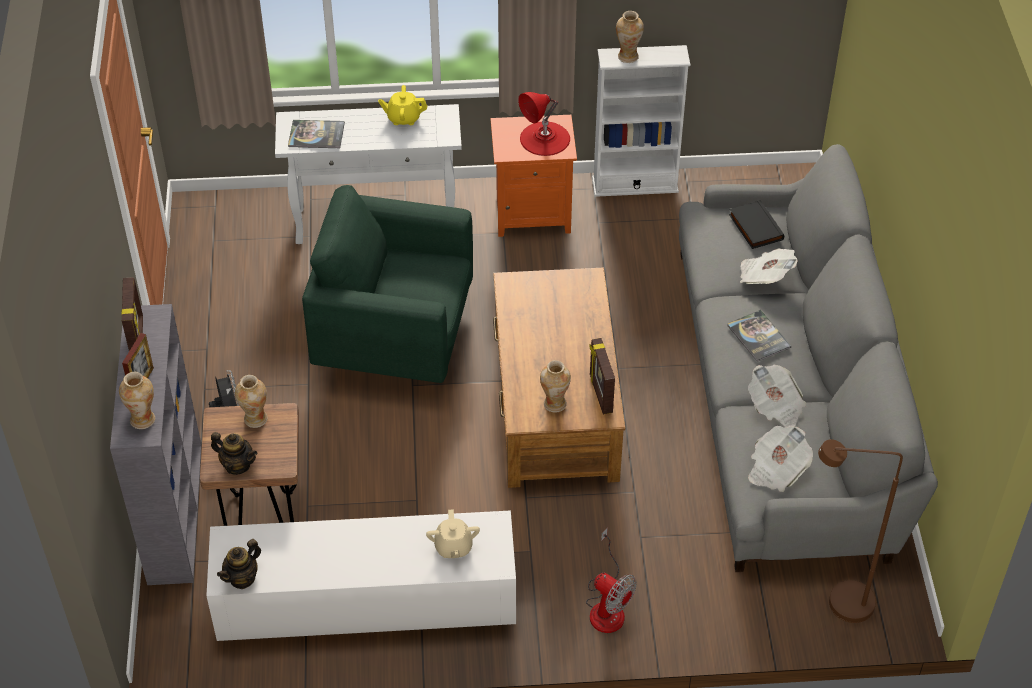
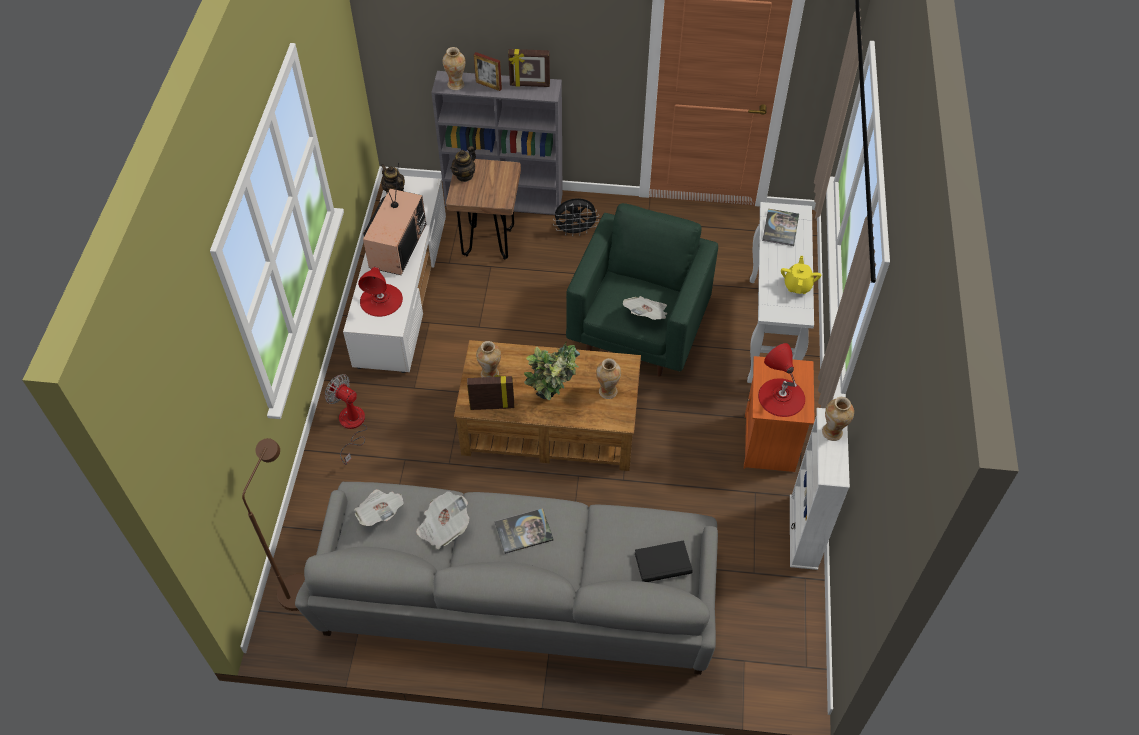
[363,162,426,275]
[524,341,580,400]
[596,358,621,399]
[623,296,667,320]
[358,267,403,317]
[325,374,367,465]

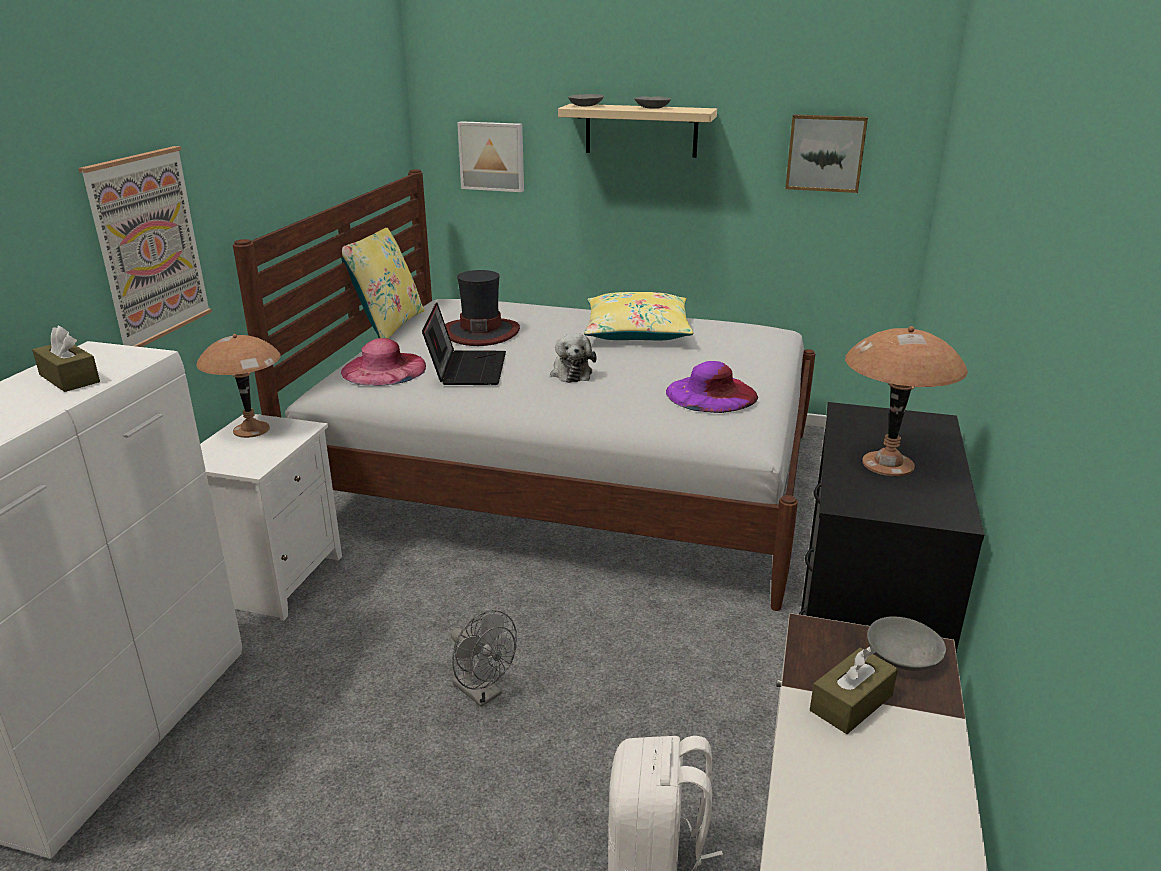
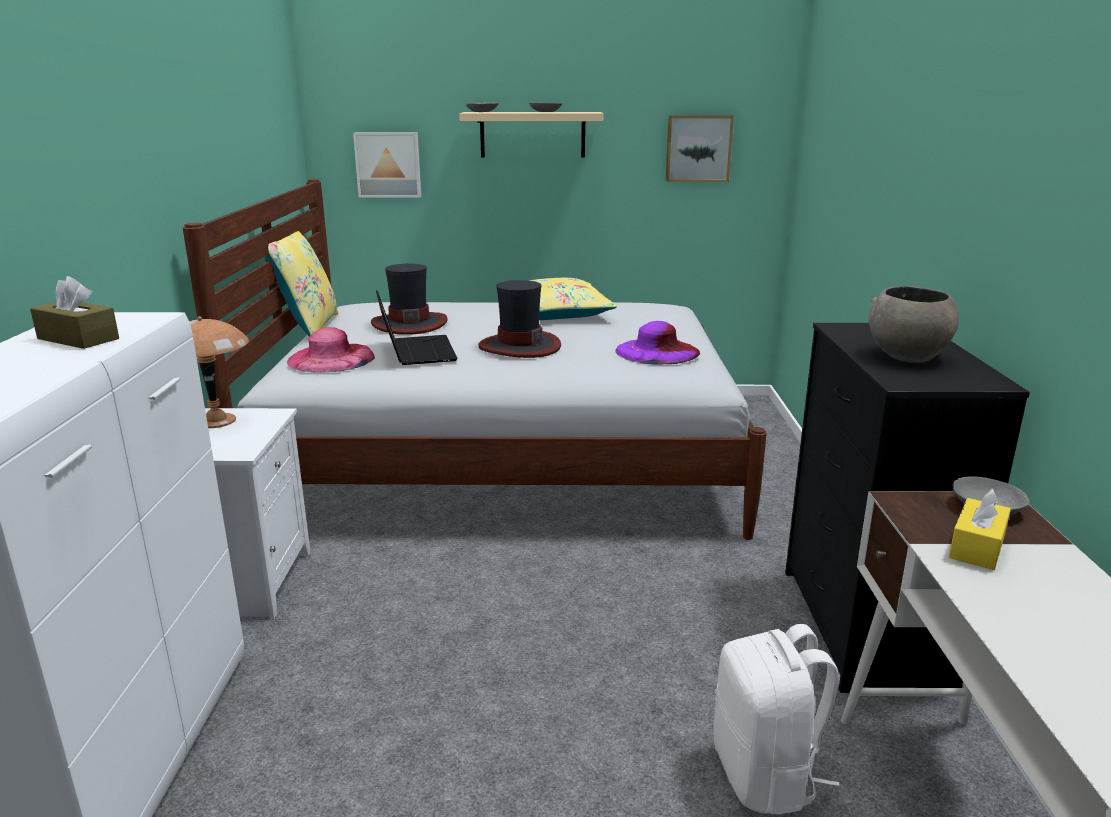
[78,146,212,347] (first image)
[450,610,517,707] (first image)
[478,280,561,358]
[869,286,959,363]
[949,488,1011,570]

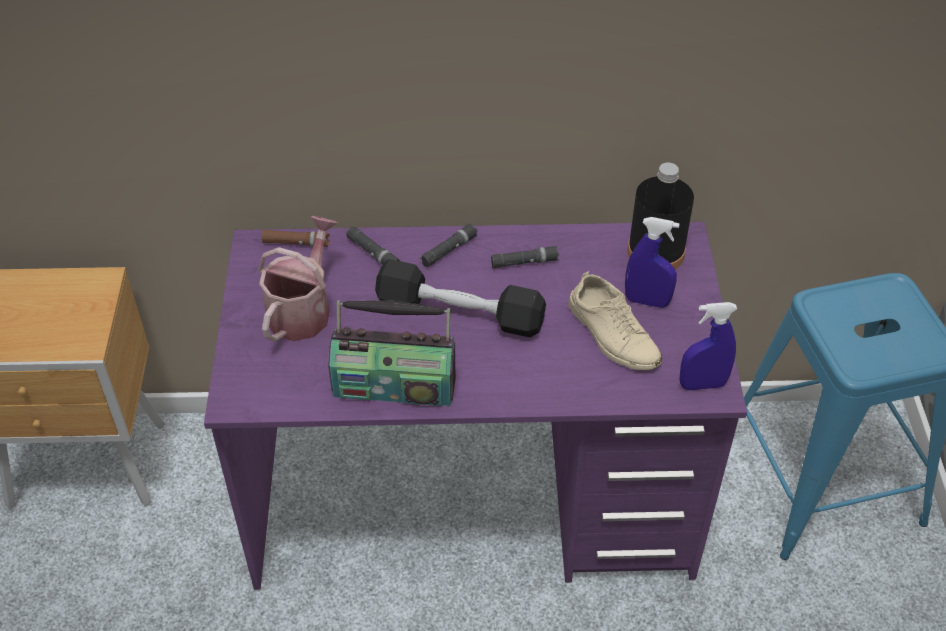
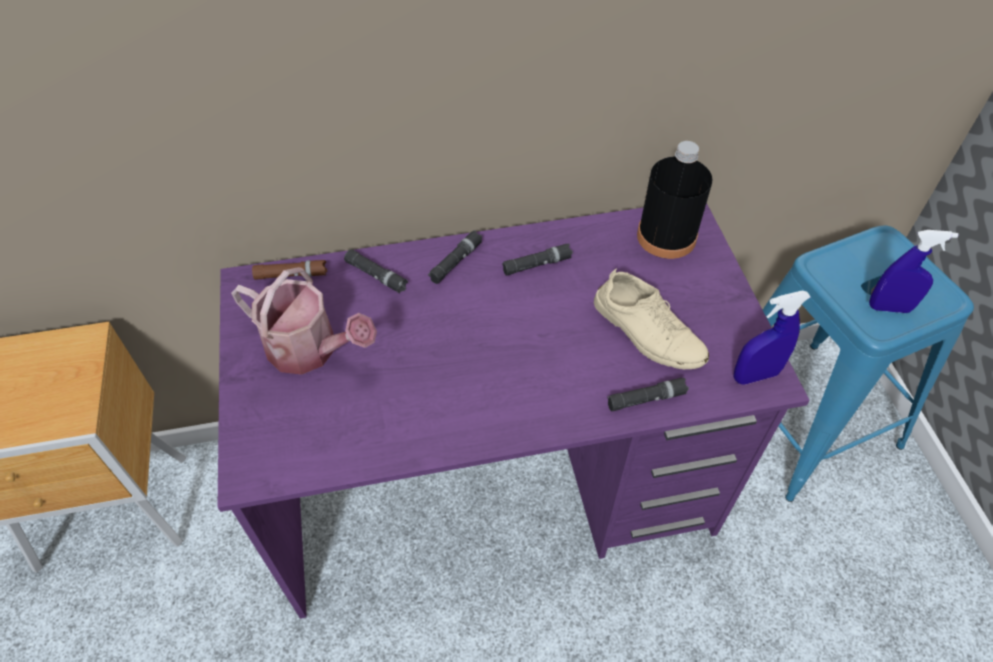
[328,300,456,406] (first image)
[375,259,546,337] (first image)
[607,378,689,411]
[869,230,958,313]
[231,267,377,375]

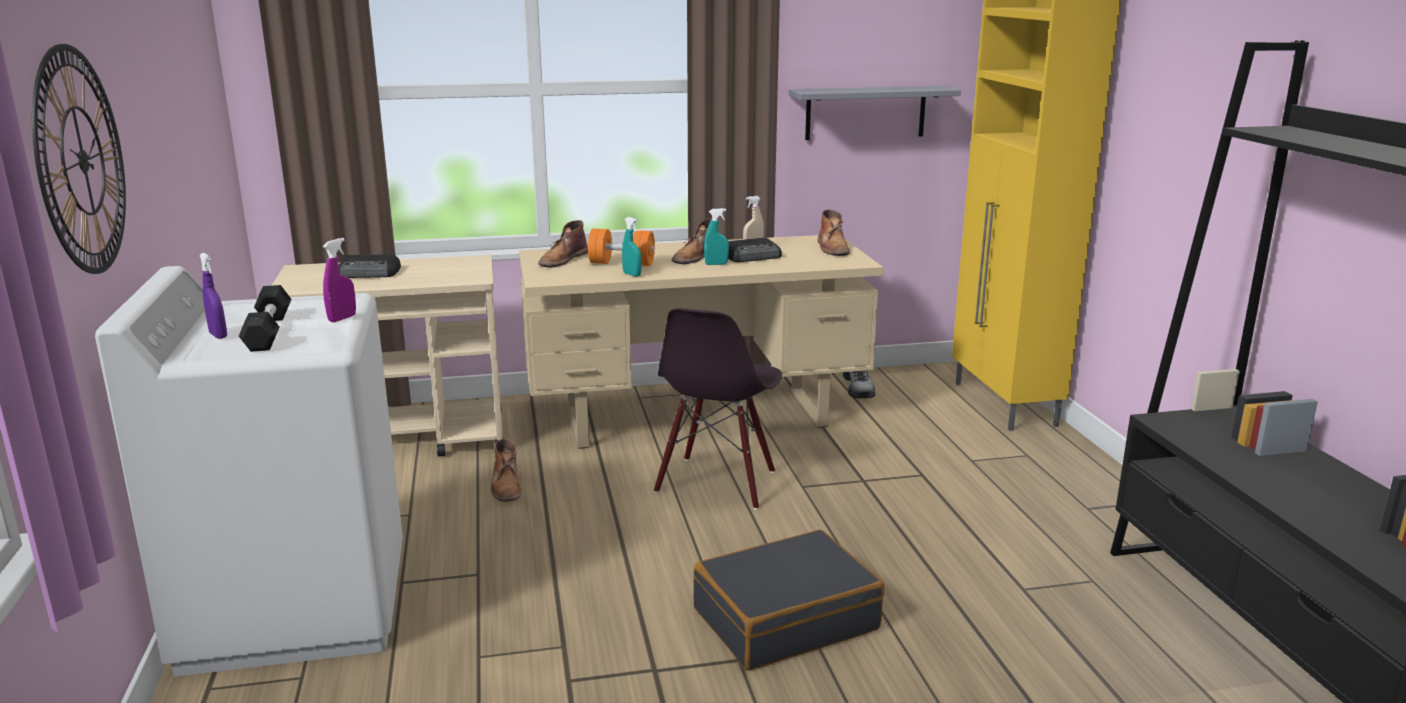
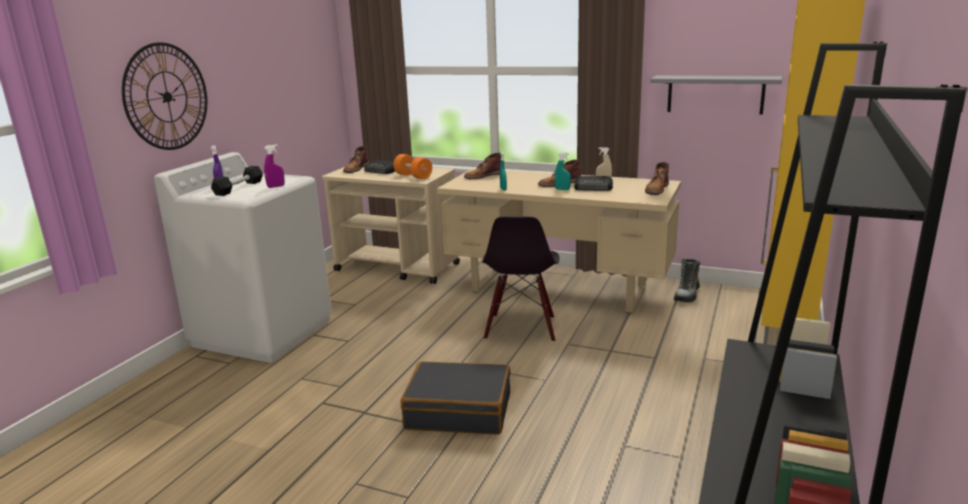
[343,146,370,173]
[393,154,432,179]
[482,216,559,342]

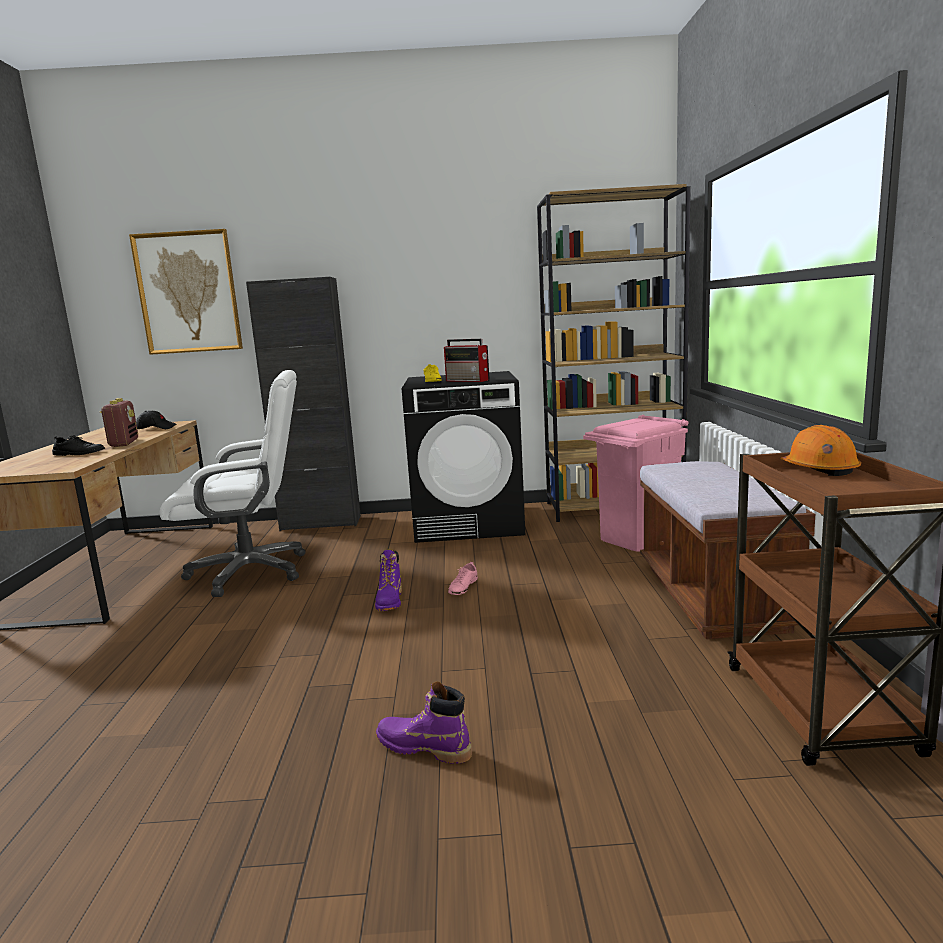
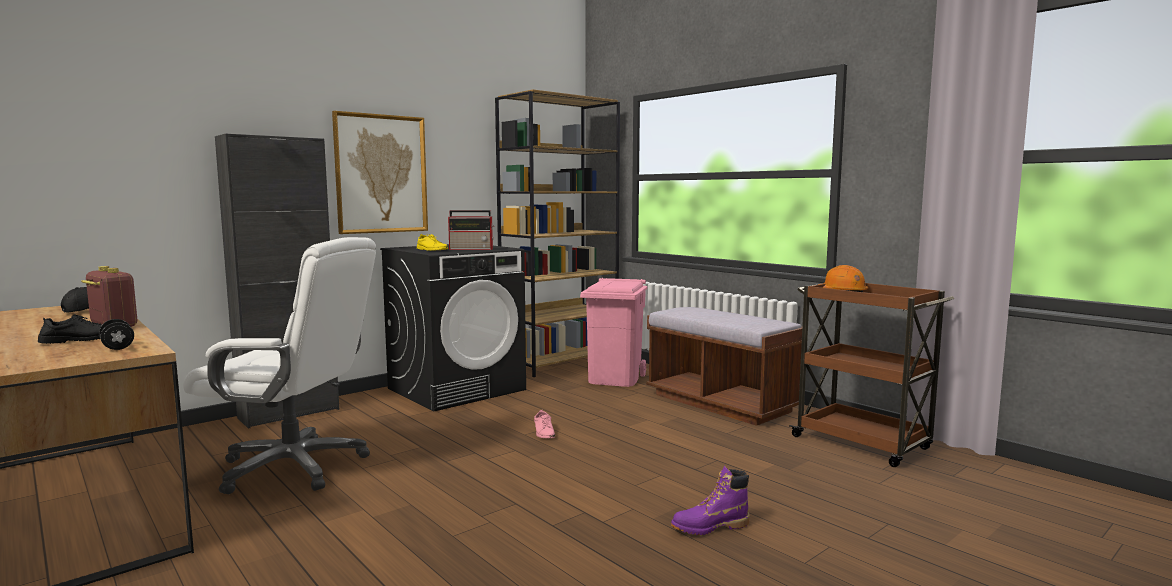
[375,550,402,611] (first image)
[99,319,134,350]
[332,111,428,234]
[183,237,376,494]

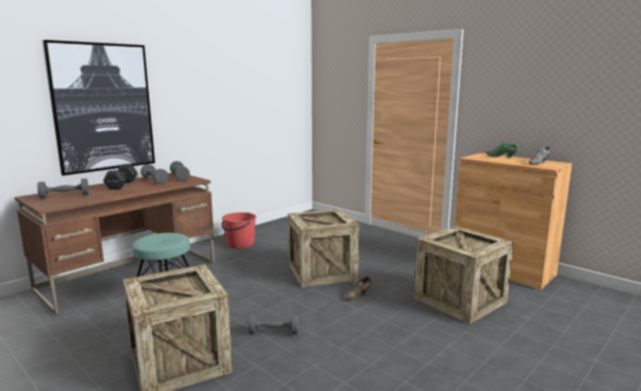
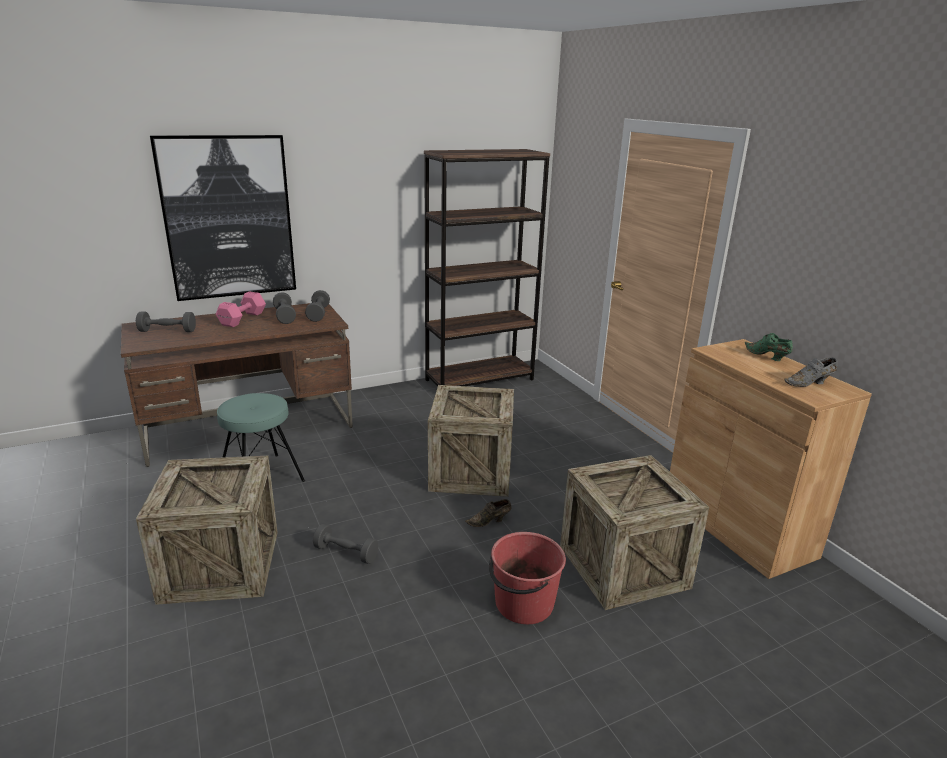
[424,149,550,387]
[489,532,566,624]
[216,292,266,327]

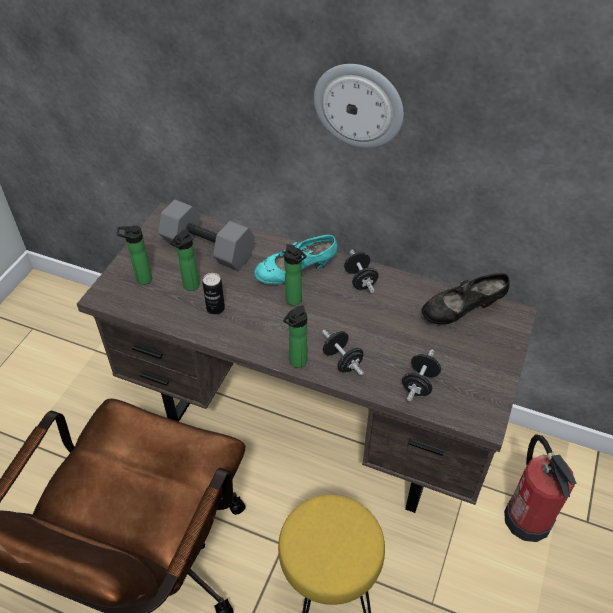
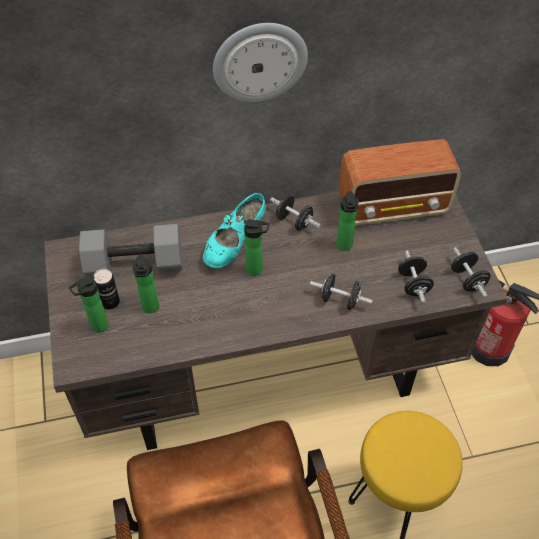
[451,247,491,298]
[94,269,120,310]
[336,191,359,251]
[339,139,461,226]

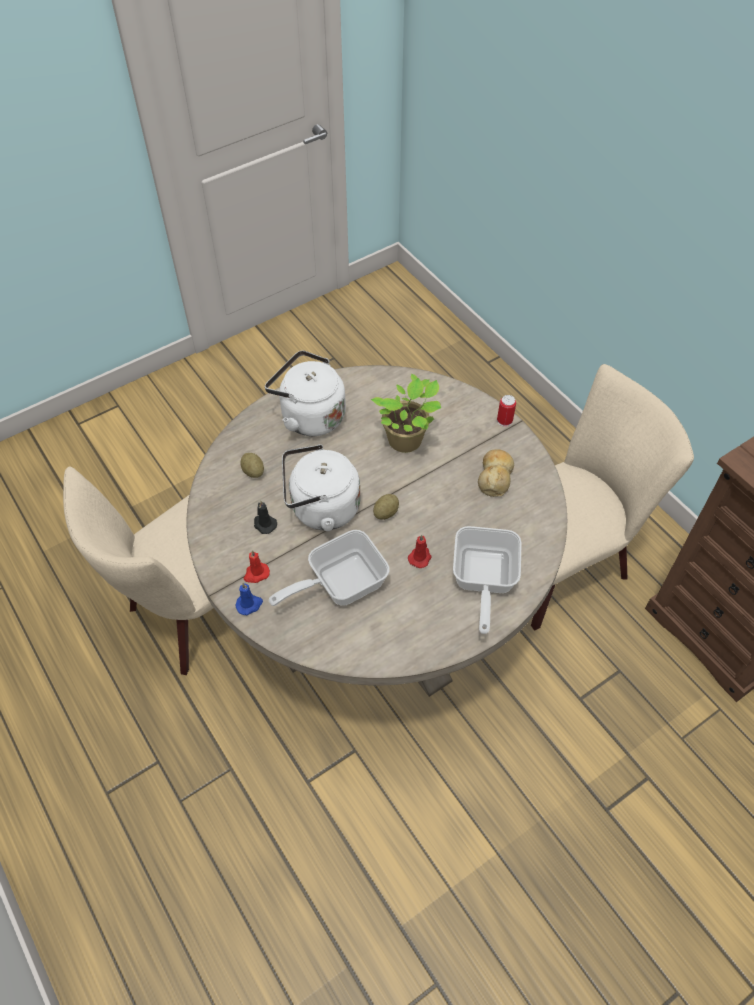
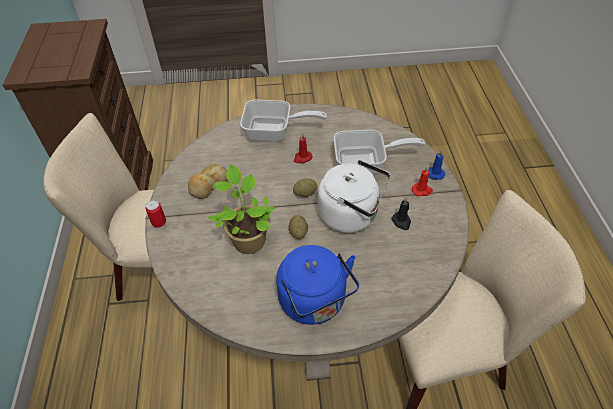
[288,215,308,239]
[276,245,359,325]
[240,99,327,142]

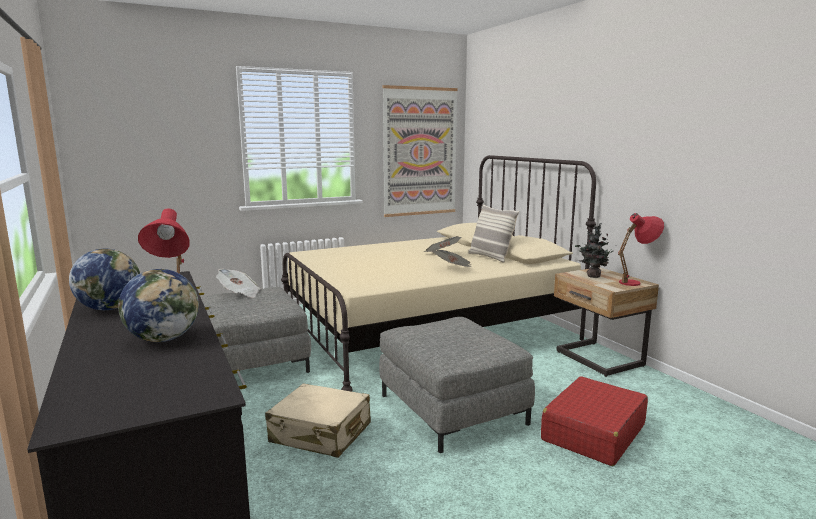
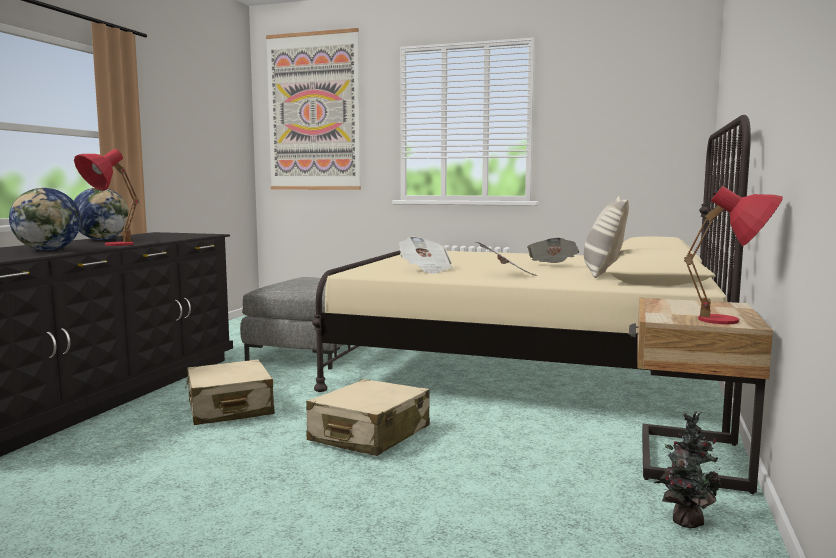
[541,376,648,466] (first image)
[399,236,453,274]
[266,28,361,190]
[654,411,721,528]
[306,379,430,456]

